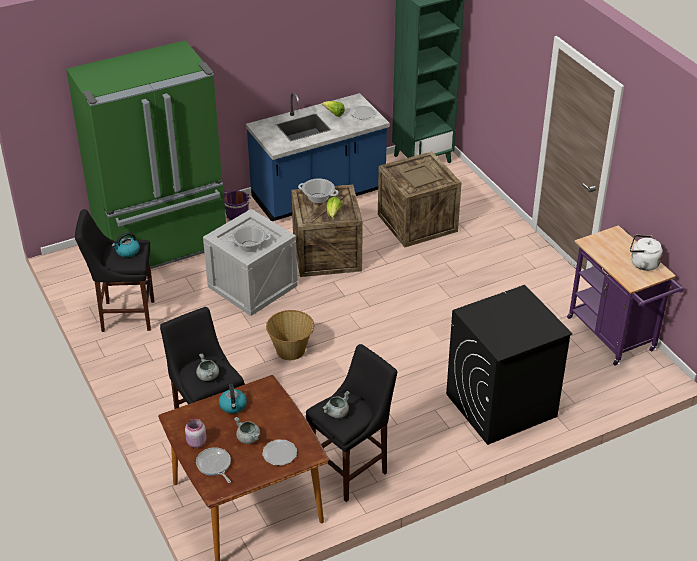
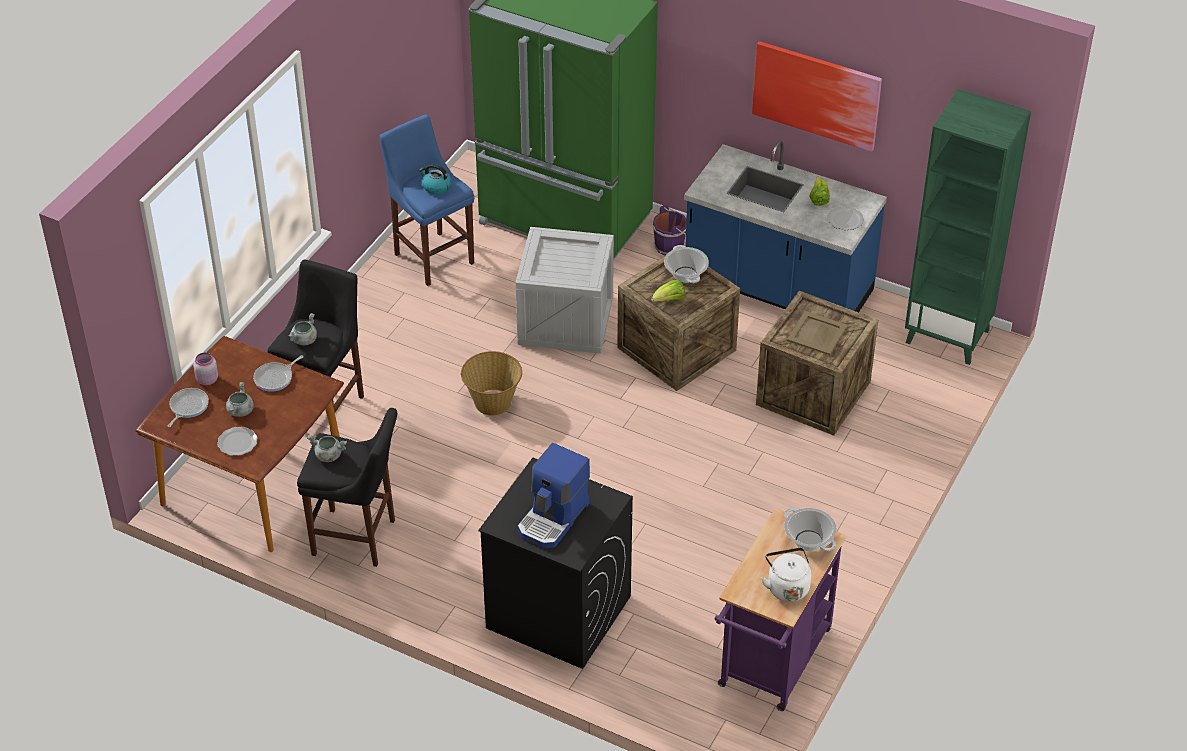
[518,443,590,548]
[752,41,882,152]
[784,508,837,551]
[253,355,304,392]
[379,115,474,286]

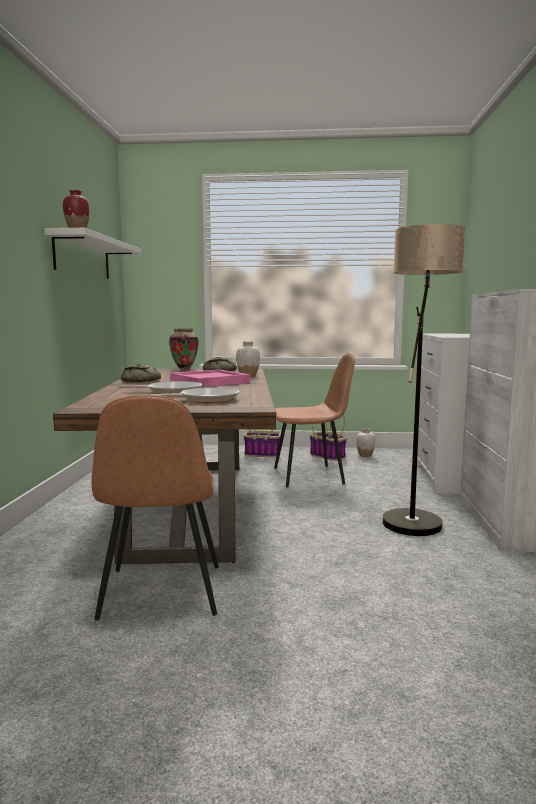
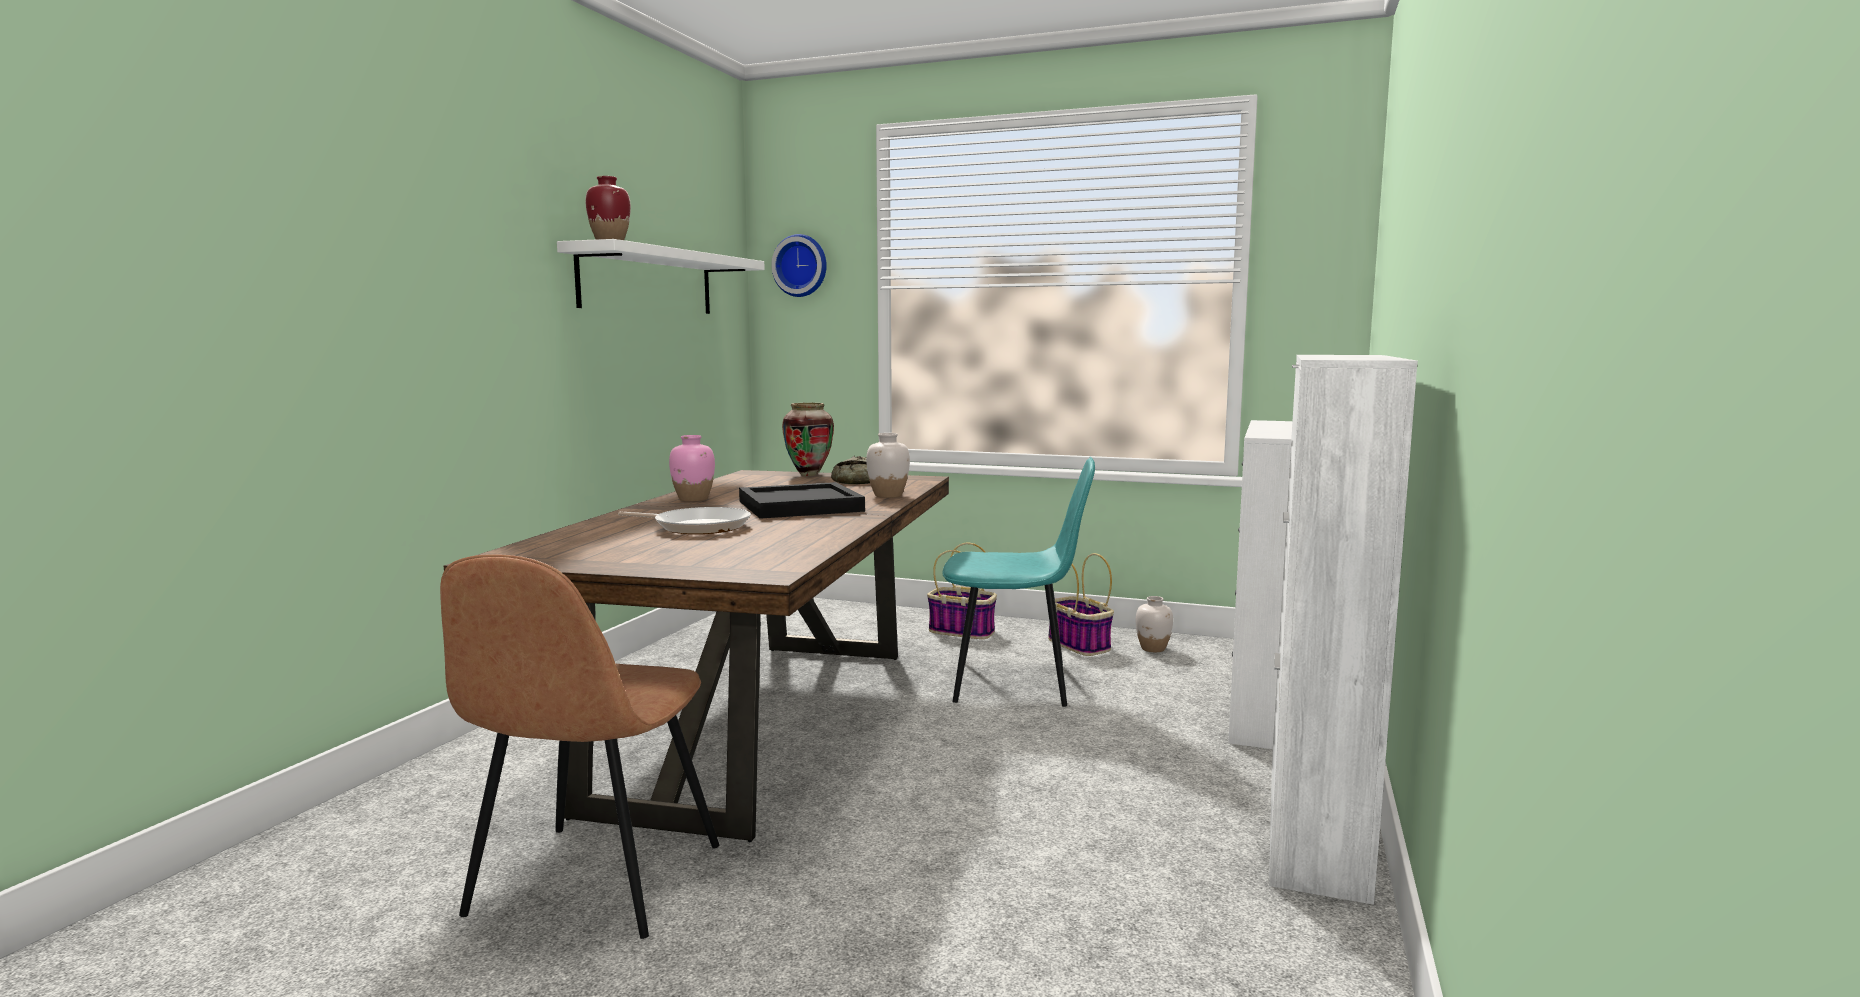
[146,387,240,403] (first image)
[383,224,466,536] (first image)
[771,234,827,297]
[669,435,715,501]
[739,482,865,519]
[942,457,1095,707]

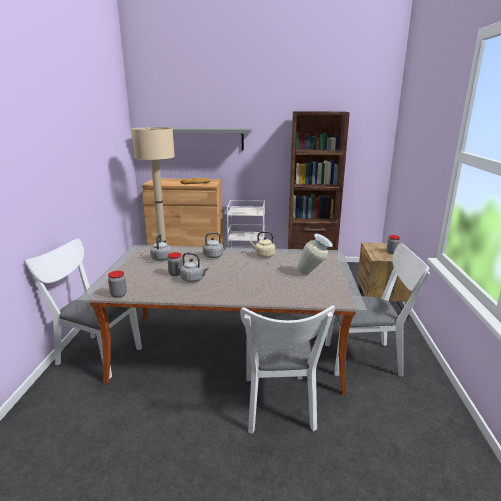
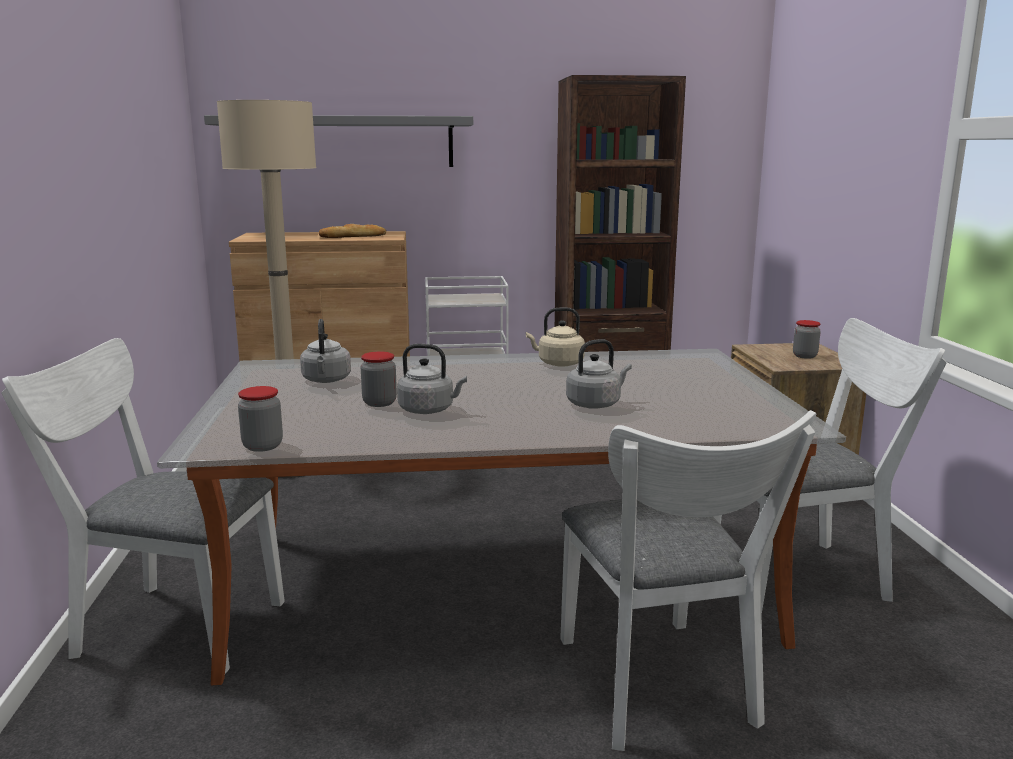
[297,234,333,275] (first image)
[566,339,632,409]

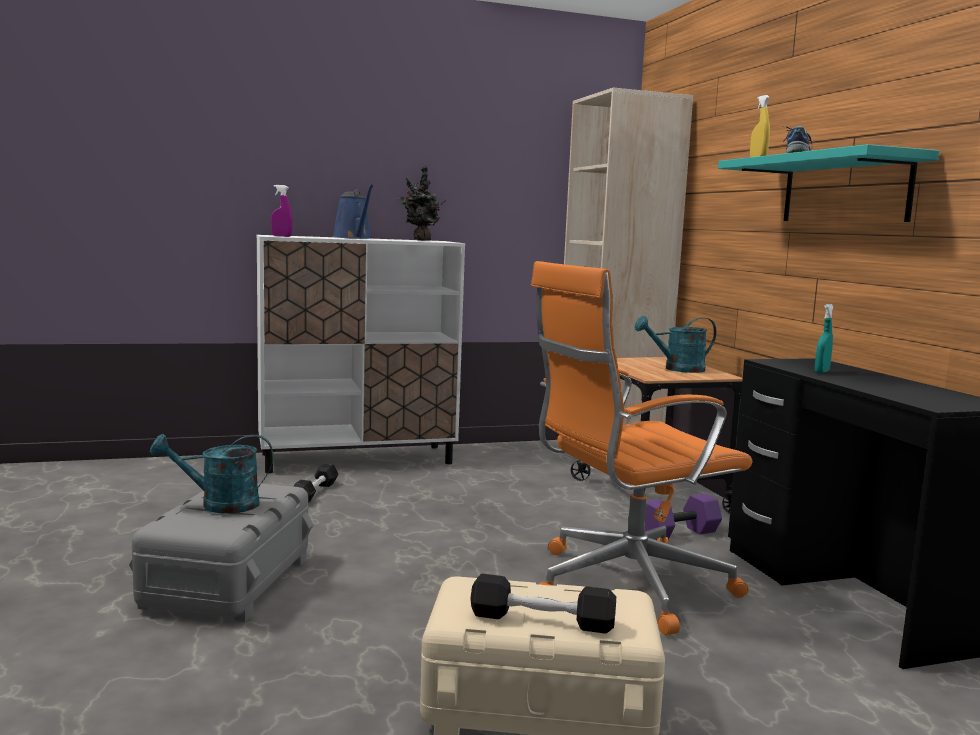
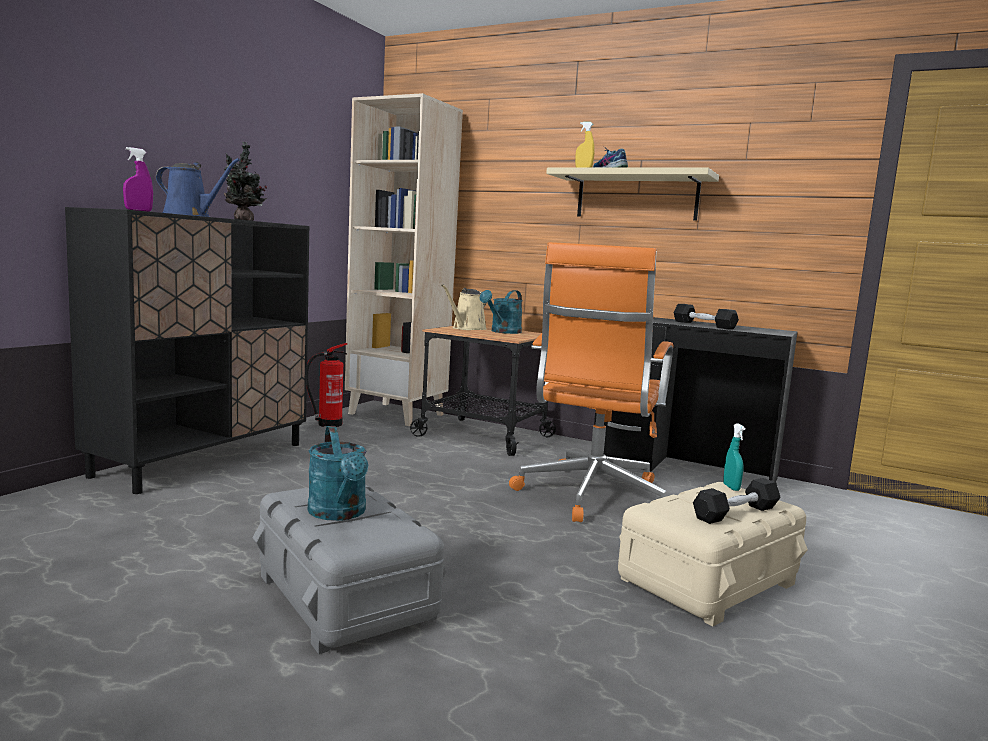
[644,494,722,539] (first image)
[307,343,347,427]
[441,284,487,330]
[673,304,739,329]
[723,423,746,491]
[65,207,310,494]
[546,168,719,220]
[308,426,368,521]

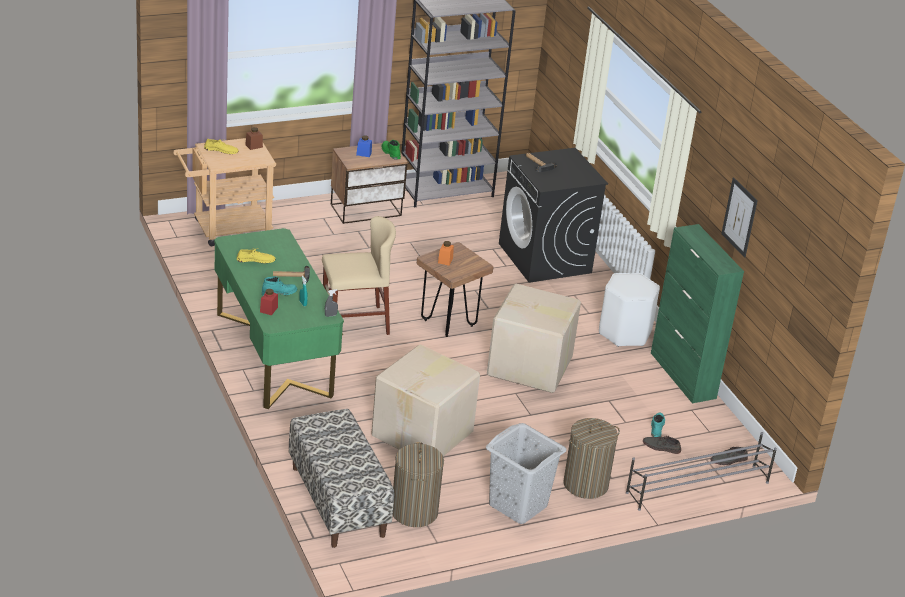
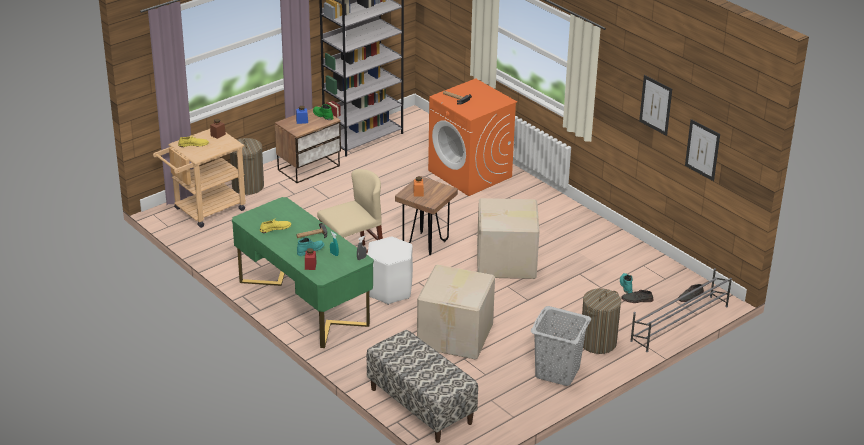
[651,224,744,403] (first image)
[685,119,720,181]
[230,138,264,195]
[367,237,413,305]
[428,78,517,196]

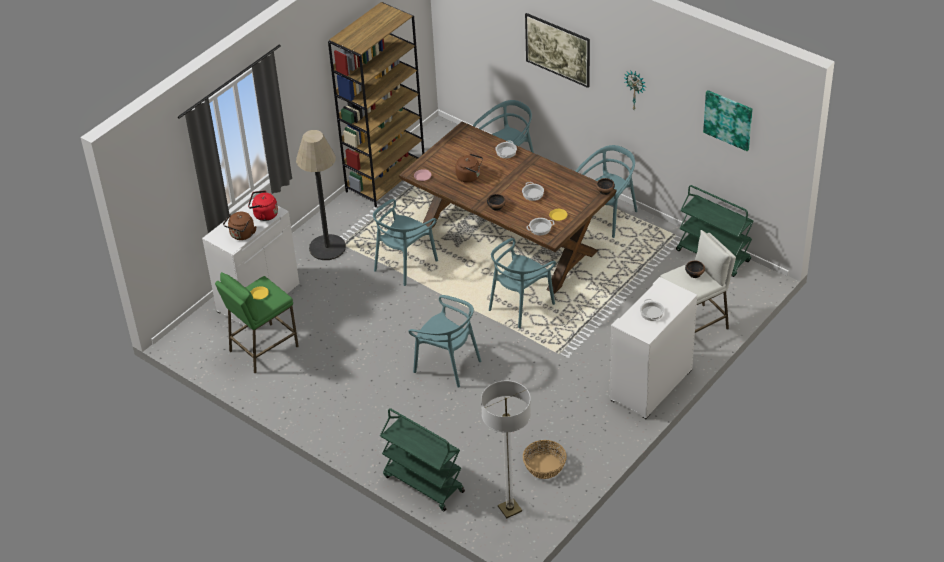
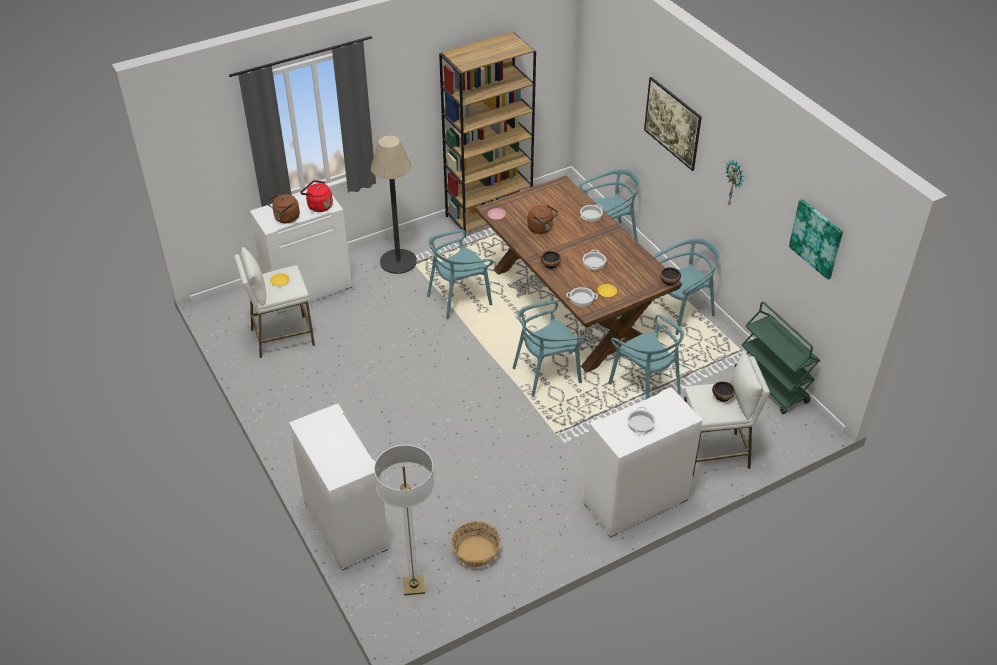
[608,314,684,399]
[289,404,389,570]
[234,247,315,358]

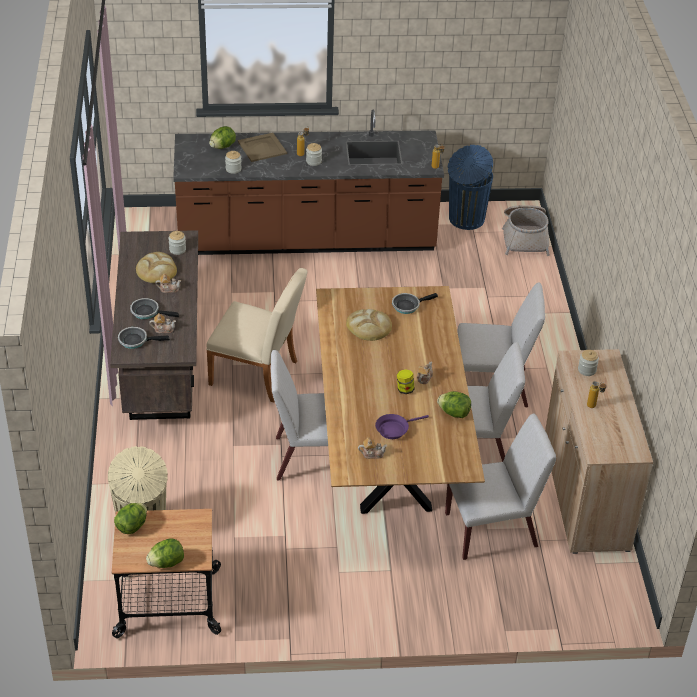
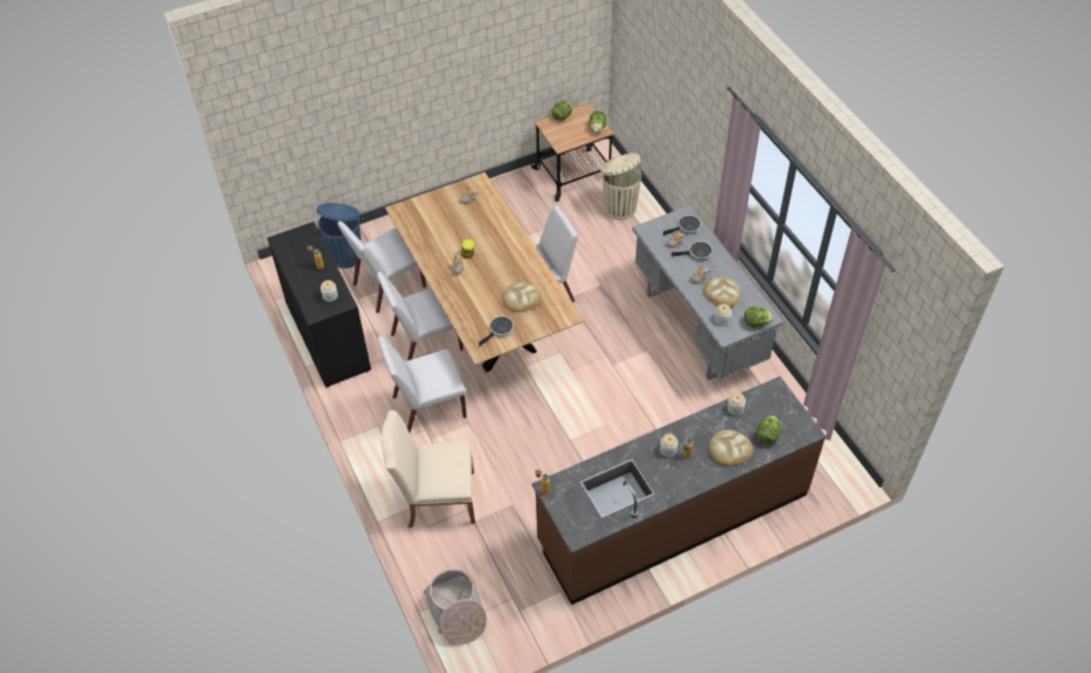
[375,414,429,439] (first image)
[381,410,475,528]
[745,306,773,327]
[317,203,361,268]
[708,430,753,466]
[632,205,784,380]
[267,222,371,388]

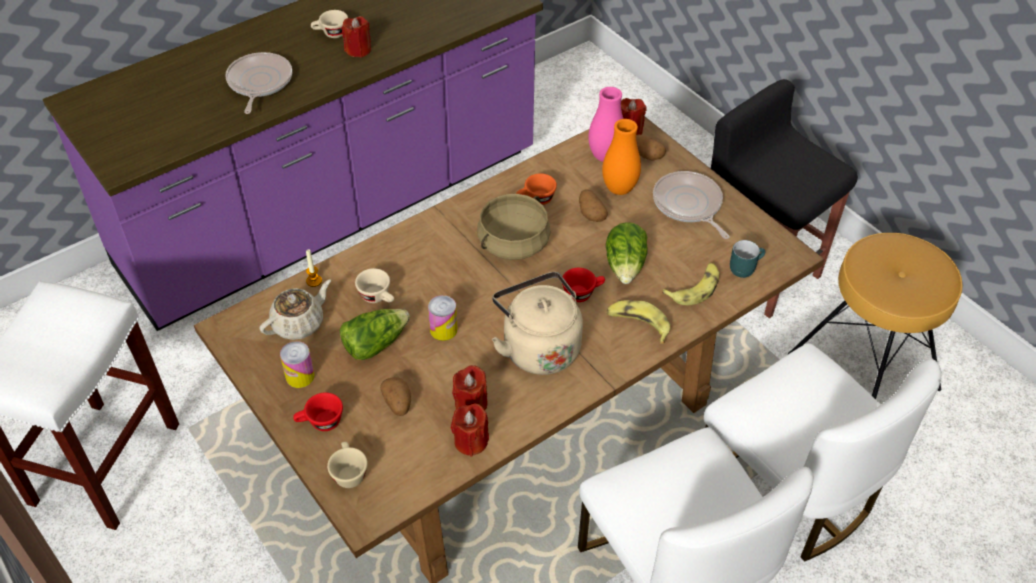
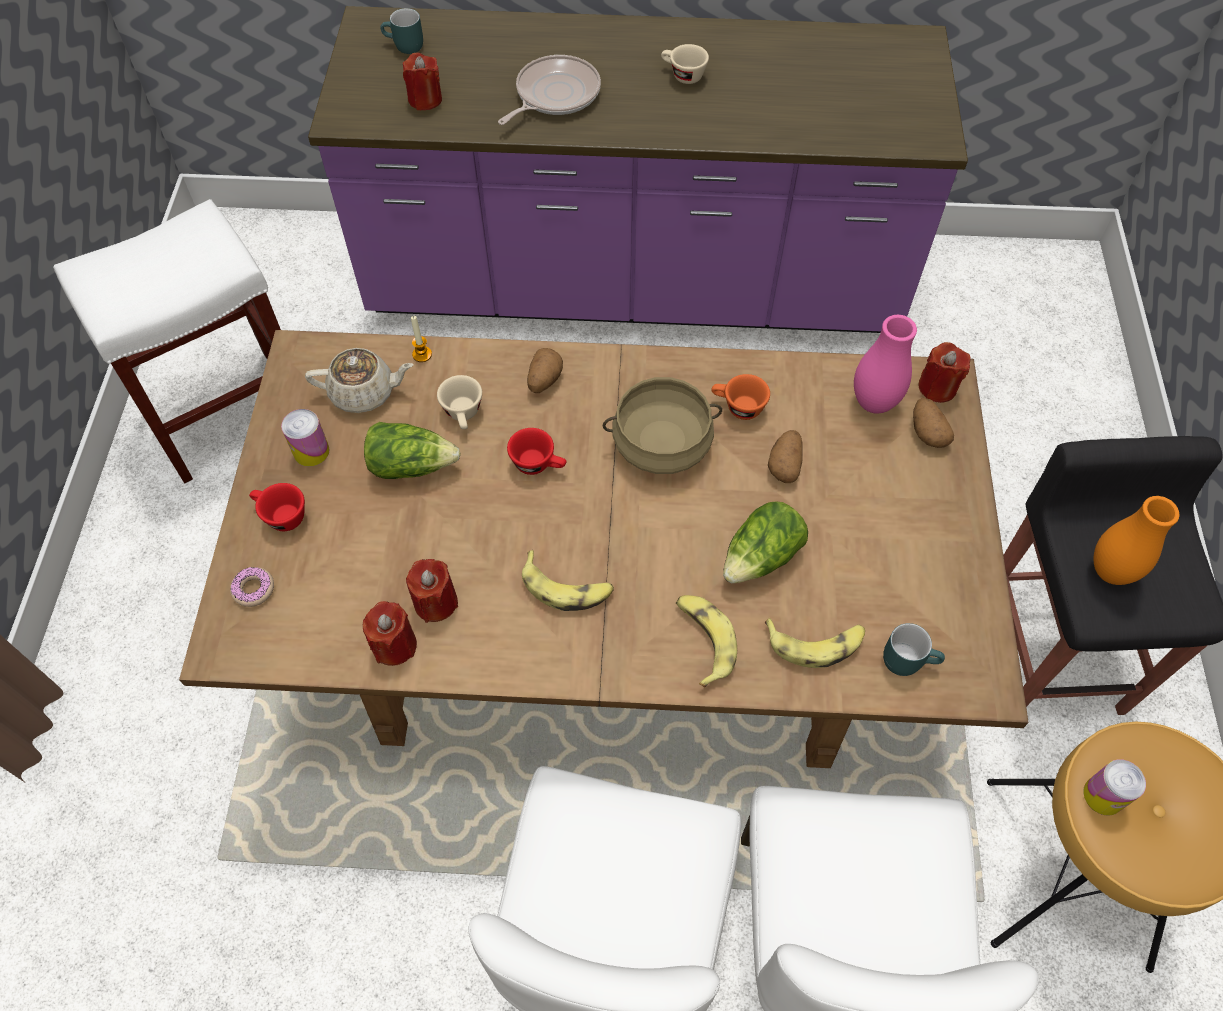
[653,171,729,239] (first image)
[380,8,423,54]
[403,53,442,110]
[527,348,563,393]
[1083,759,1146,815]
[507,428,567,475]
[1094,496,1179,585]
[230,567,274,607]
[522,550,614,611]

